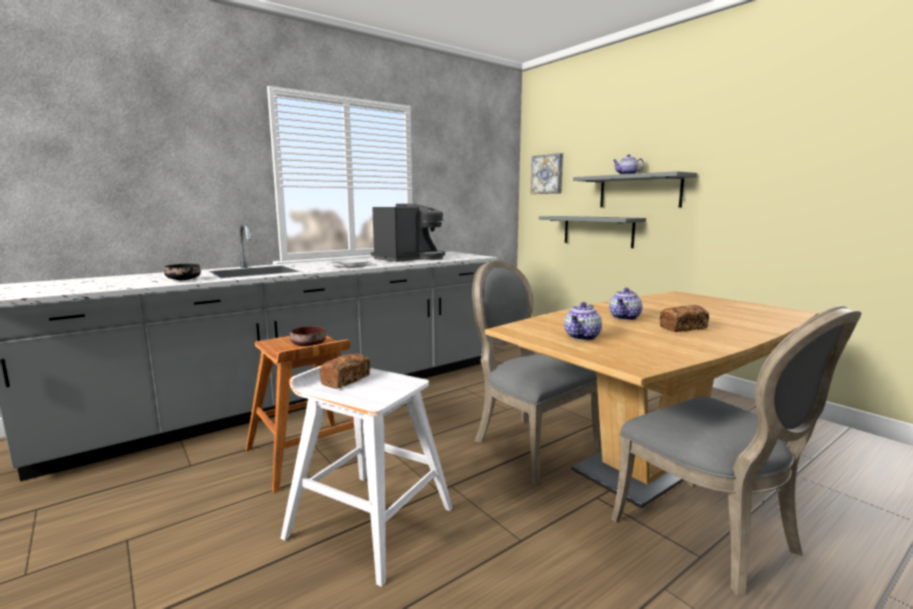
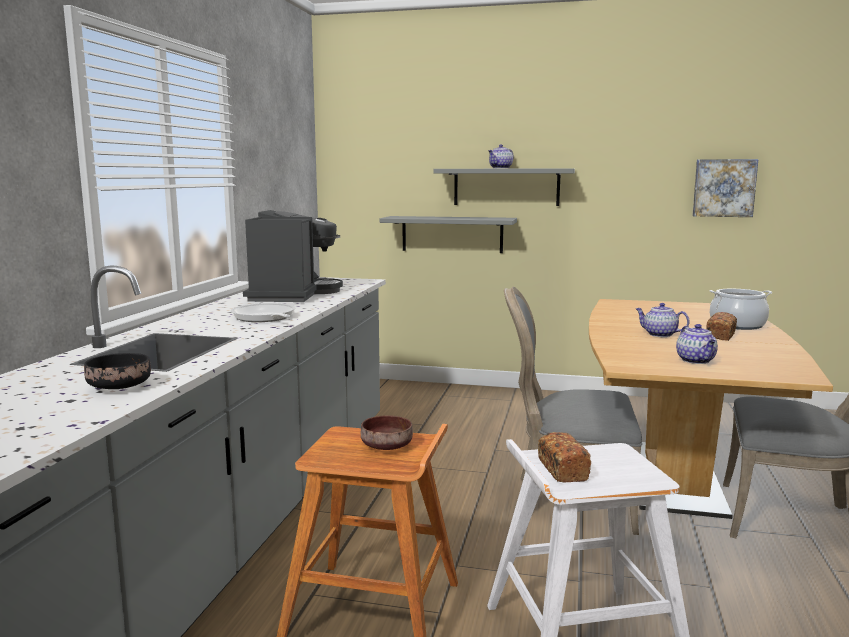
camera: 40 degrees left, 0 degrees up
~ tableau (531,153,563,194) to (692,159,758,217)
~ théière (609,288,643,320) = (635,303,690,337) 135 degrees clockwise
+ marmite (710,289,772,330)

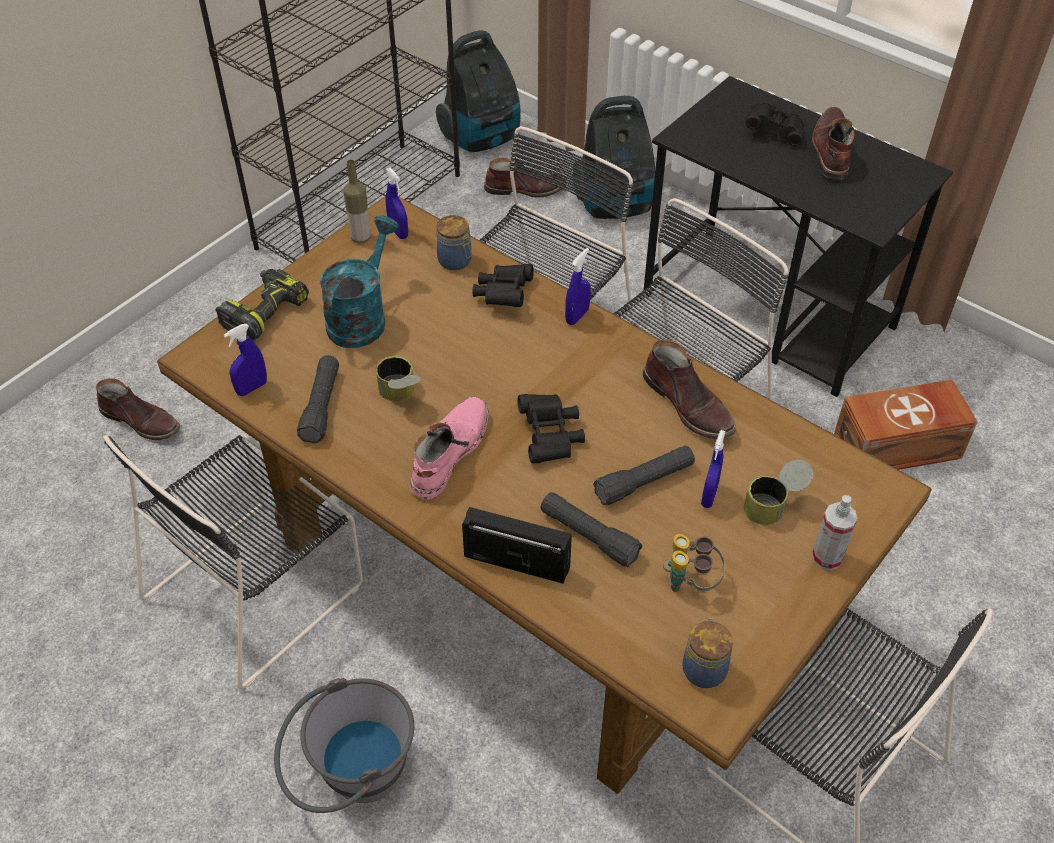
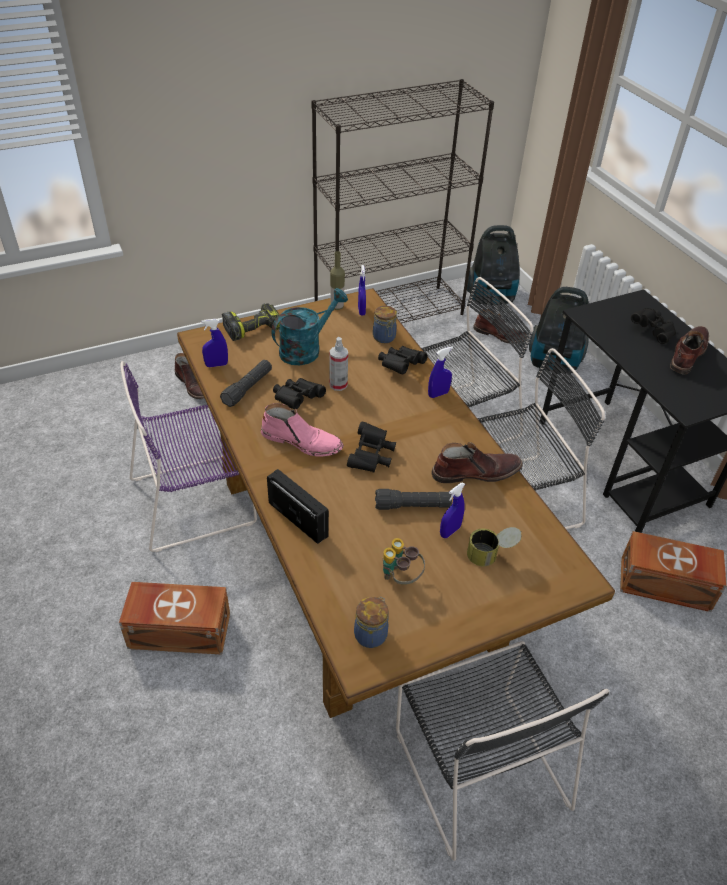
camera: 25 degrees right, 5 degrees down
~ chaise [noir] (103,433,363,689) to chaise [violet] (120,361,257,552)
~ seau [gris] (274,678,414,813) to boîte de rangement [marron] (119,582,230,655)
~ boîte métallique (376,355,421,401) to jumelles [noir] (273,378,326,409)
~ botte [rose] (410,397,489,499) = (261,403,344,457) 60 degrees clockwise
- lampe de poche [noir] (541,492,642,568)
~ botte [marron] (643,340,736,439) = (431,442,523,483) 90 degrees counterclockwise
~ vaporisateur (812,495,858,571) to (329,337,348,391)

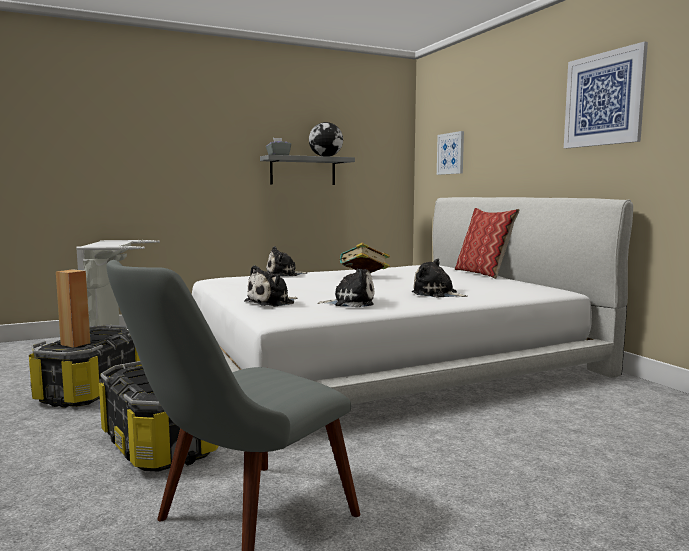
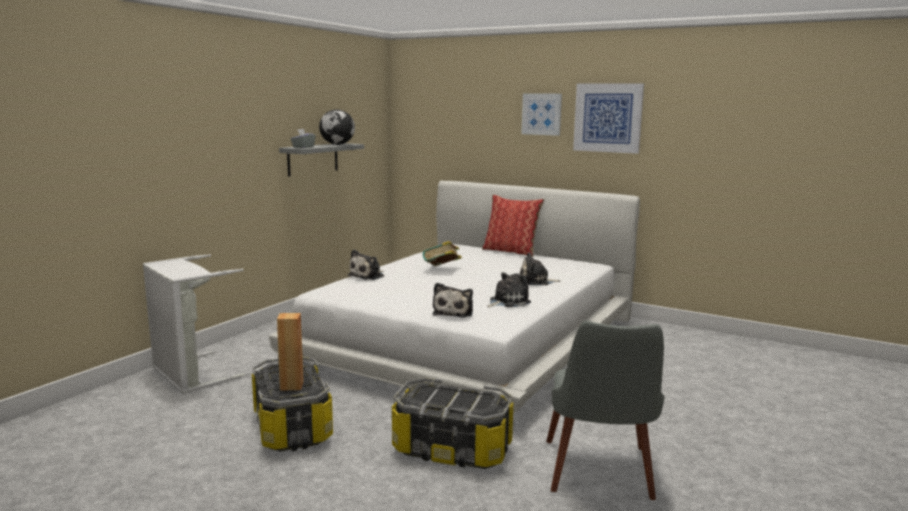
camera: 35 degrees left, 5 degrees up
~ tableau (437,131,464,175) to (521,93,562,136)

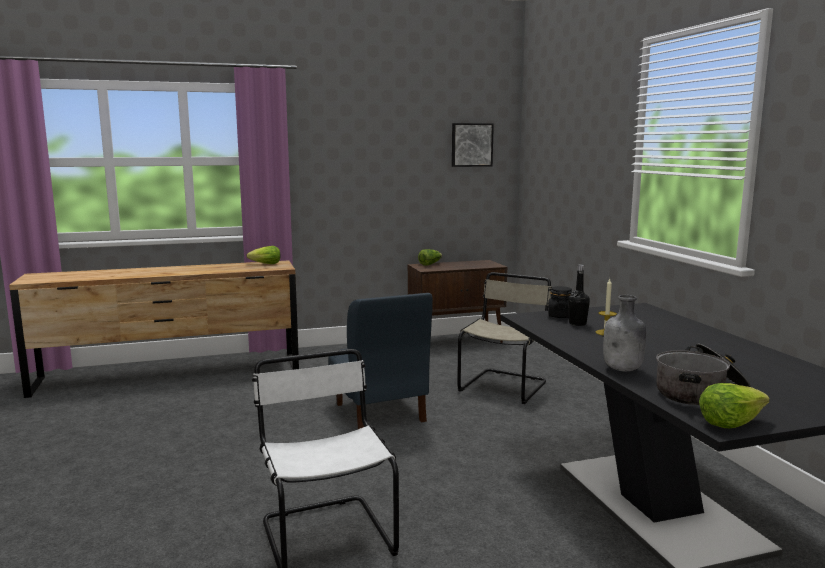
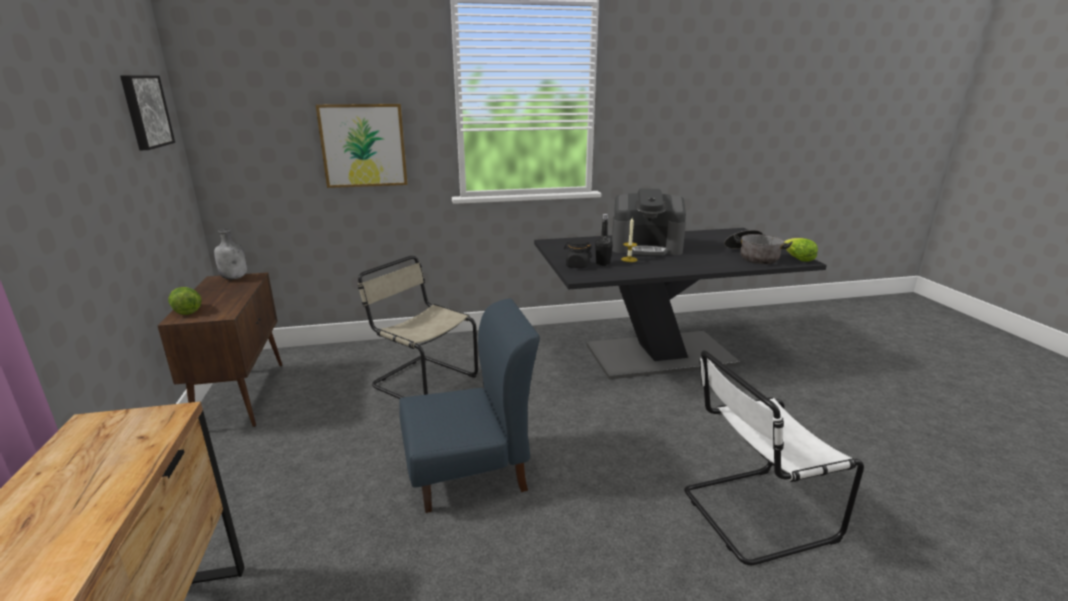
camera: 85 degrees left, 10 degrees up
- laitue (247,246,280,264)
~ bouteille [gris] (603,295,646,371) to (214,229,247,279)
+ tableau (316,104,408,188)
+ machine à café (612,188,686,256)

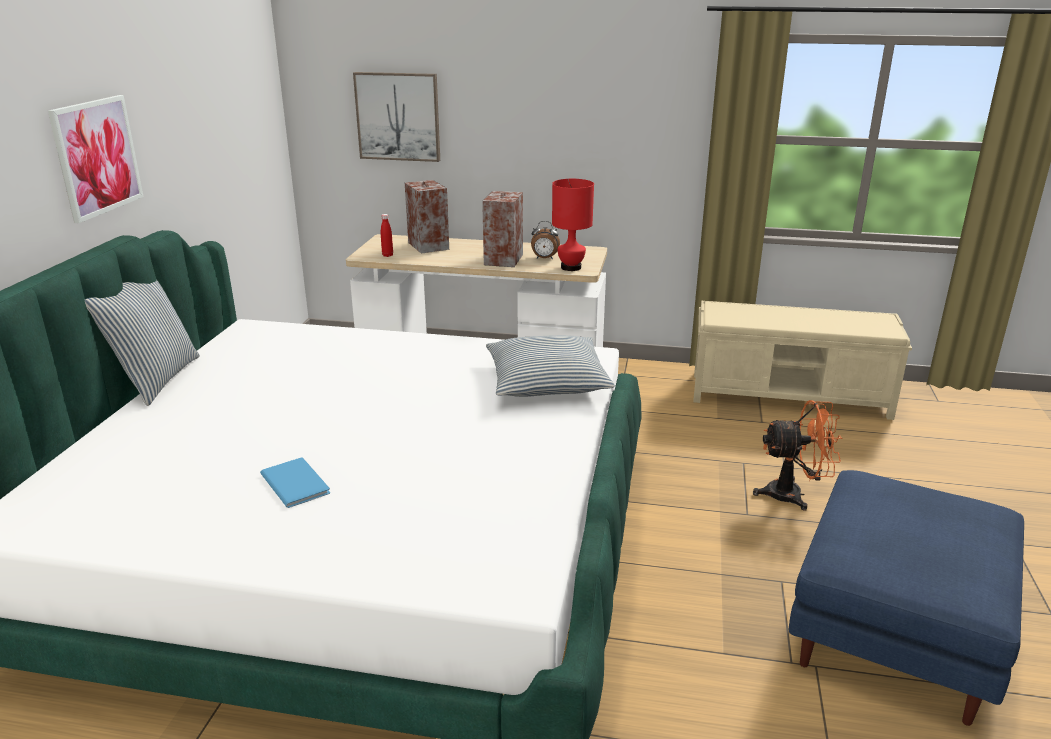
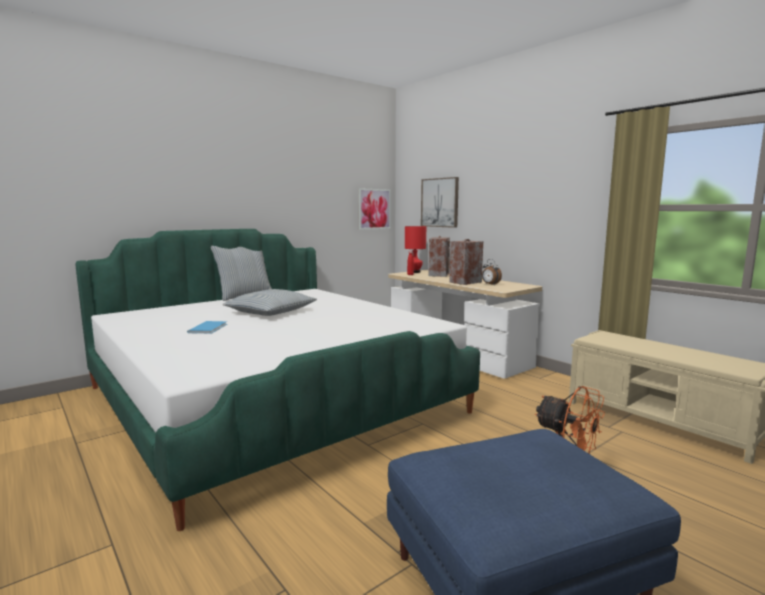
camera: 40 degrees right, 15 degrees down
~ tableau (48,95,144,223) to (358,188,391,230)
~ coussin (486,335,615,397) to (223,289,317,316)
~ lampe de table [rouge] (552,179,594,271) to (405,226,426,273)

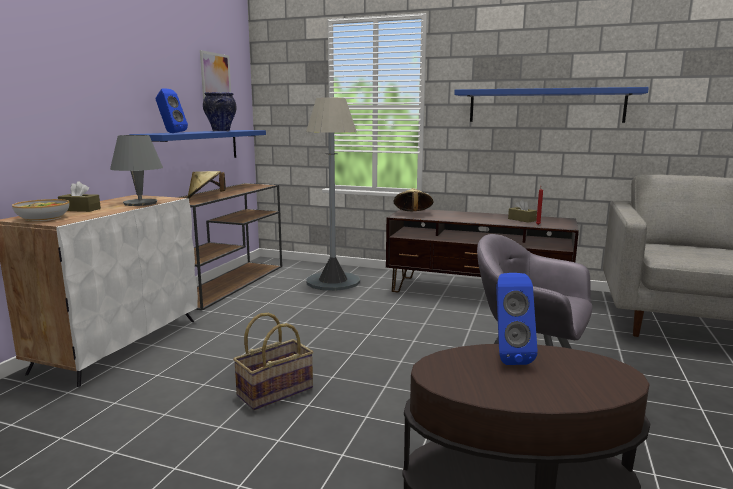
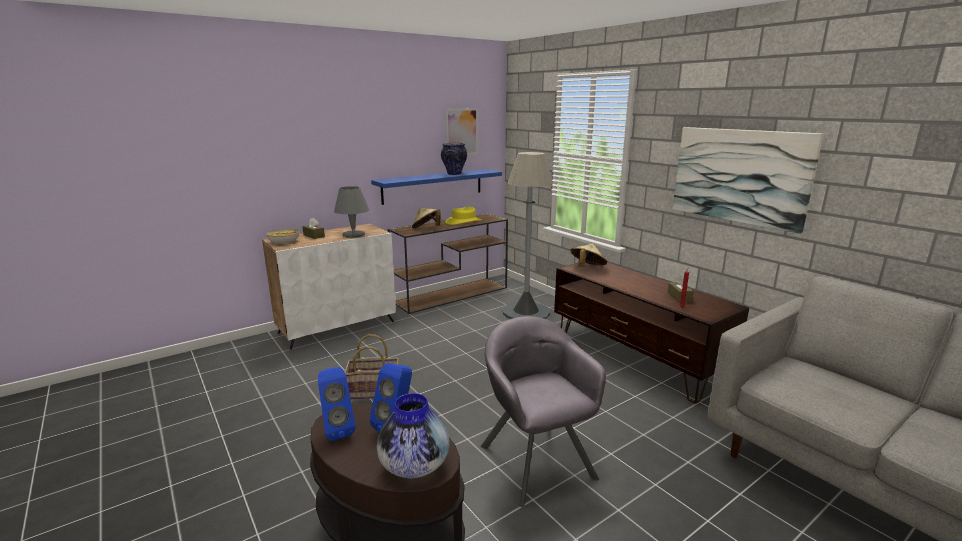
camera: 35 degrees right, 5 degrees up
~ enceinte [bleu] (156,88,188,133) to (318,367,356,441)
~ étagère [bleu] (454,87,649,123) to tableau (673,127,824,234)
+ vase (377,393,449,479)
+ chapeau [jaune] (446,207,481,225)

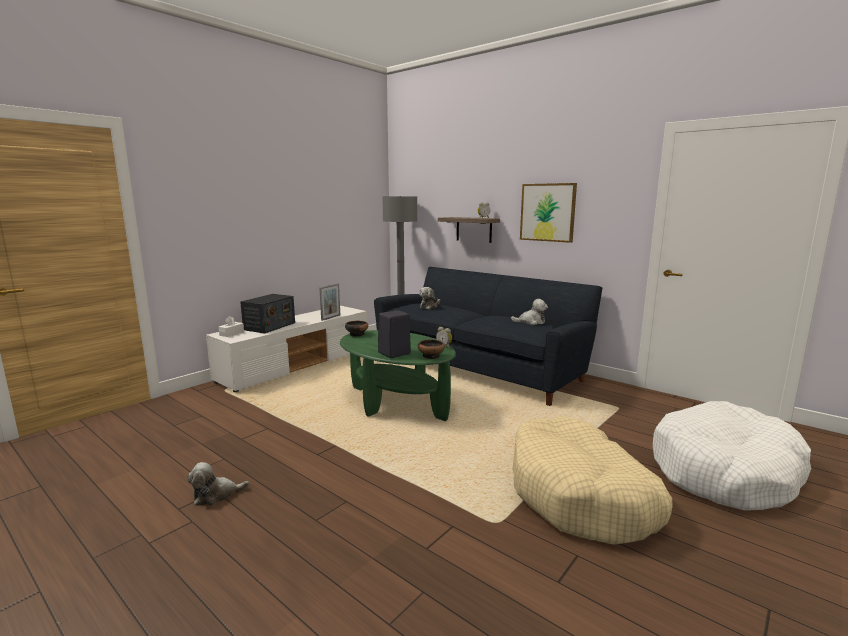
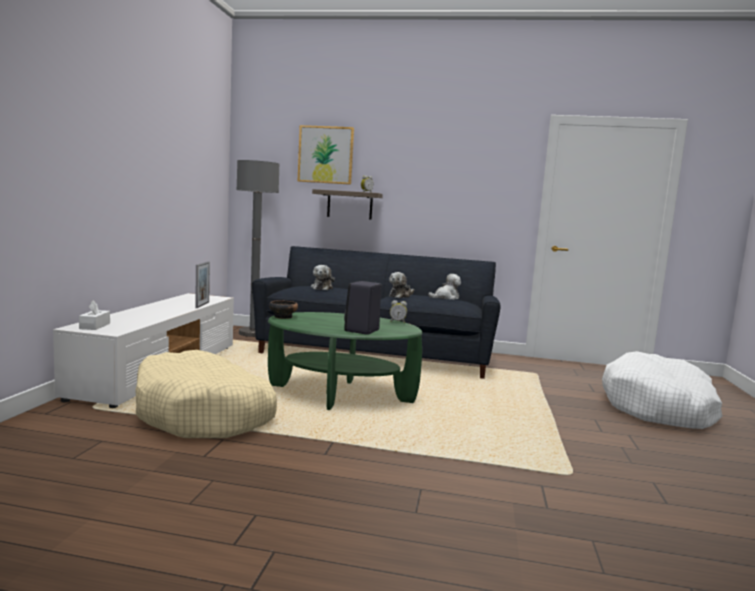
camera: 30 degrees left, 5 degrees down
~ peluche (187,462,250,506) to (389,272,414,298)
- radio (240,294,295,334)
- bol (418,339,445,359)
~ panier pour chien [beige] (513,416,673,545) to (135,350,277,438)
~ tableau (520,183,577,243) to (298,125,354,185)

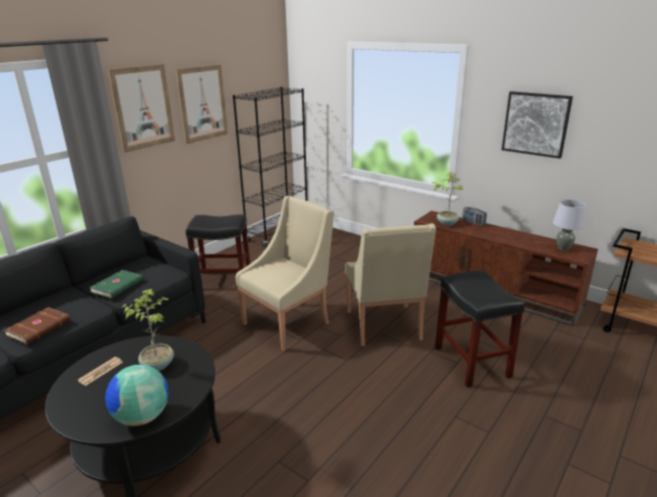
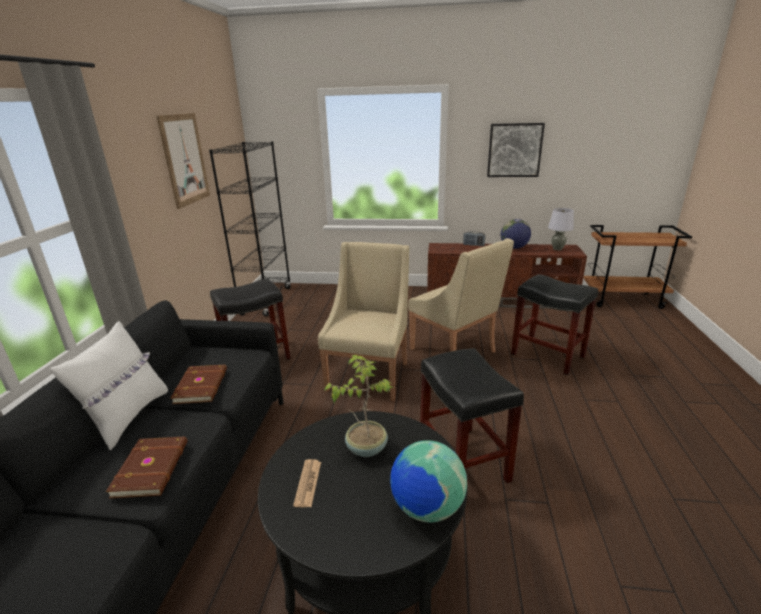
camera: 30 degrees left, 0 degrees up
~ livre [vert] (89,270,144,298) to livre [marron] (171,365,227,404)
- tableau (108,64,175,153)
- plante en pot (432,172,464,226)
+ coussin [blanc] (50,321,168,450)
+ tabouret [noir] (420,348,524,483)
+ globe (501,219,531,249)

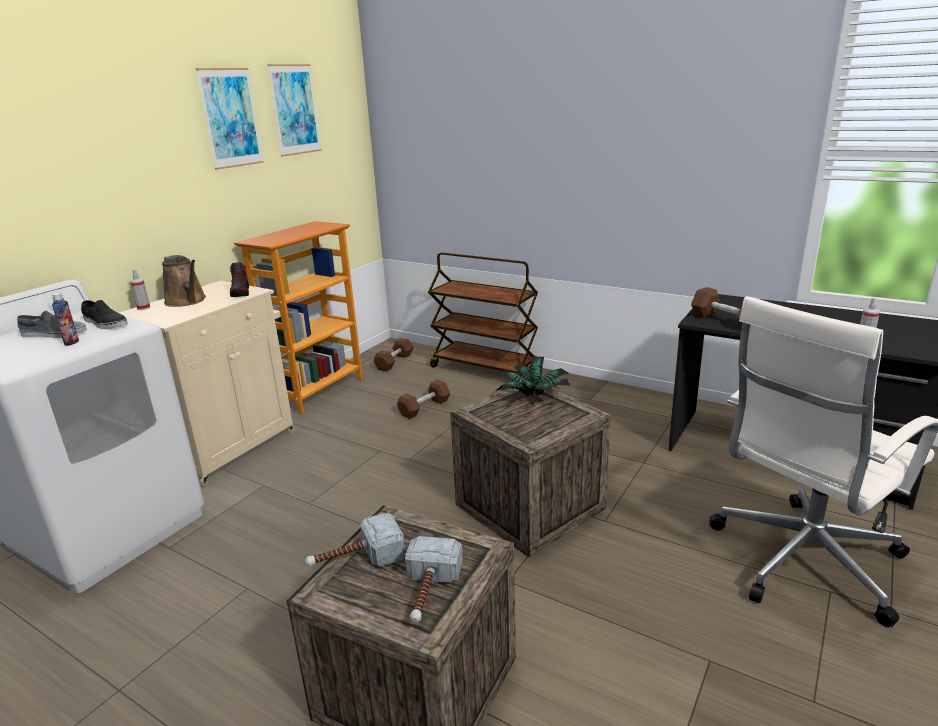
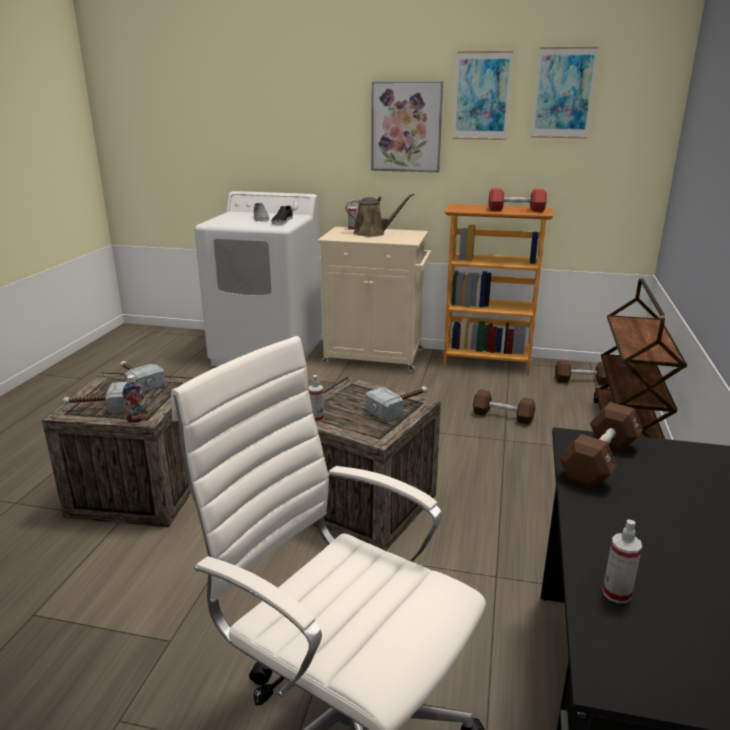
camera: 70 degrees right, 0 degrees up
~ bouteille (52,293,79,346) to (122,375,147,423)
~ arrosoir [marron] (162,255,206,307) = (346,193,414,237) 120 degrees counterclockwise
- chaussure (230,263,249,297)
~ plante en pot (496,356,571,396) to marteau (365,386,427,421)
+ vaporisateur (308,375,324,422)
+ tableau (371,81,443,172)
+ haltère [rouge] (488,188,547,212)

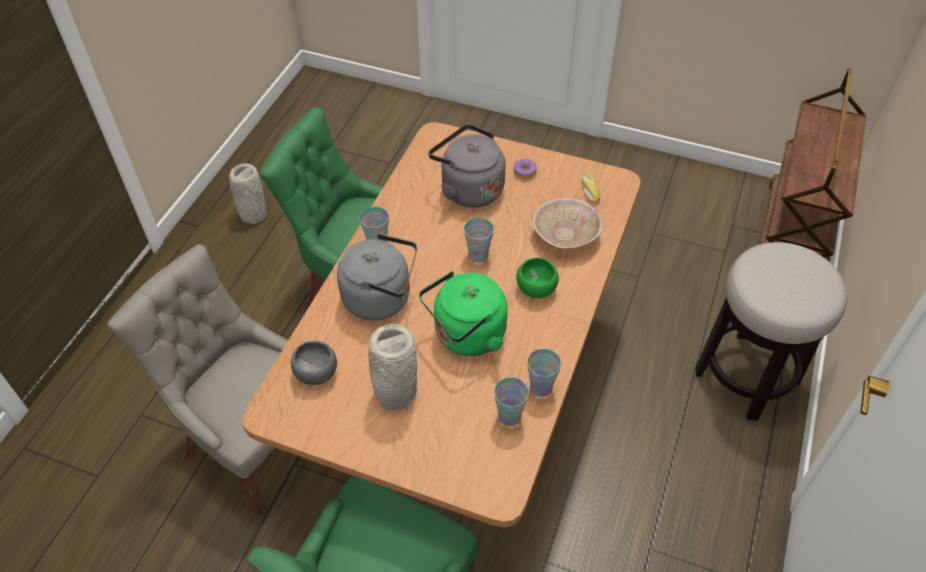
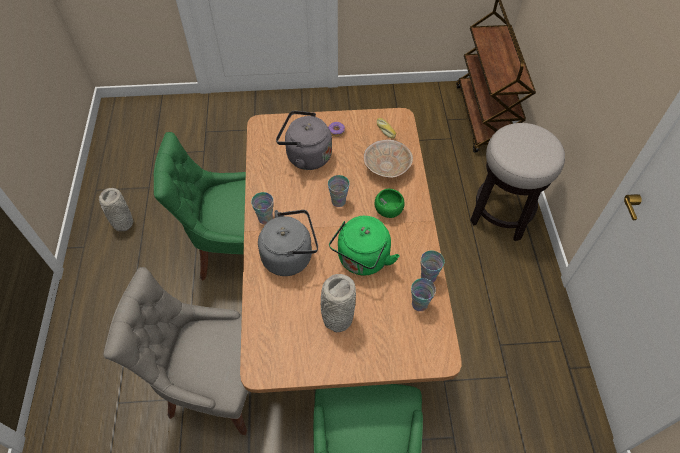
camera: 25 degrees left, 5 degrees up
- bol [gris] (291,341,337,385)

